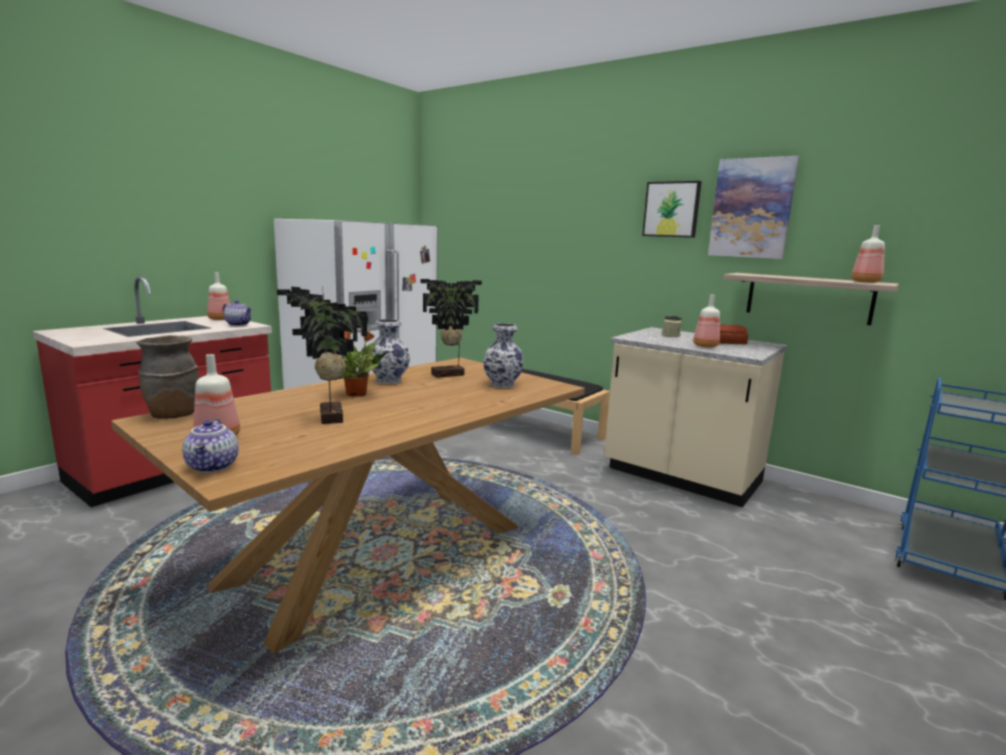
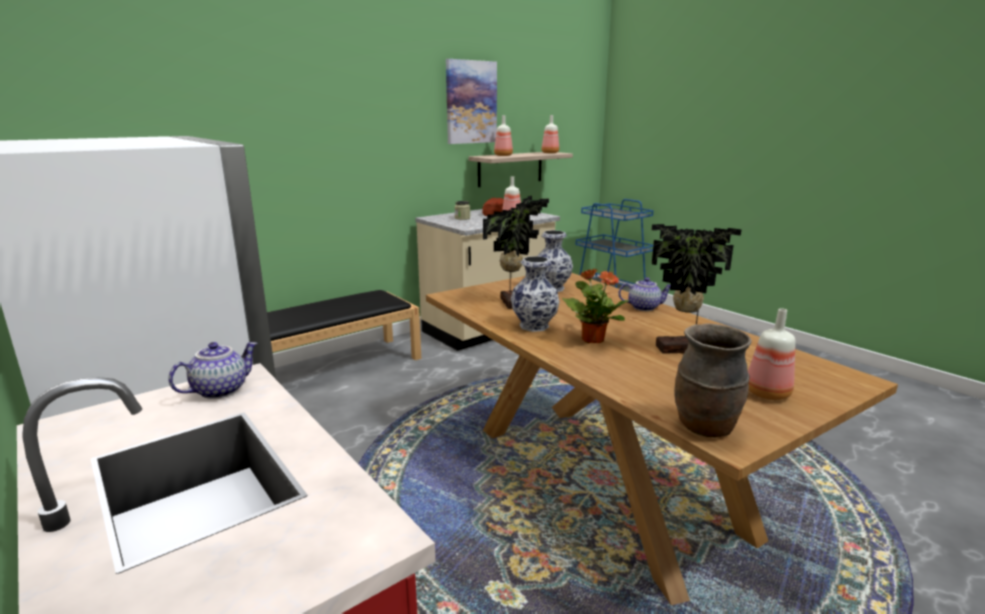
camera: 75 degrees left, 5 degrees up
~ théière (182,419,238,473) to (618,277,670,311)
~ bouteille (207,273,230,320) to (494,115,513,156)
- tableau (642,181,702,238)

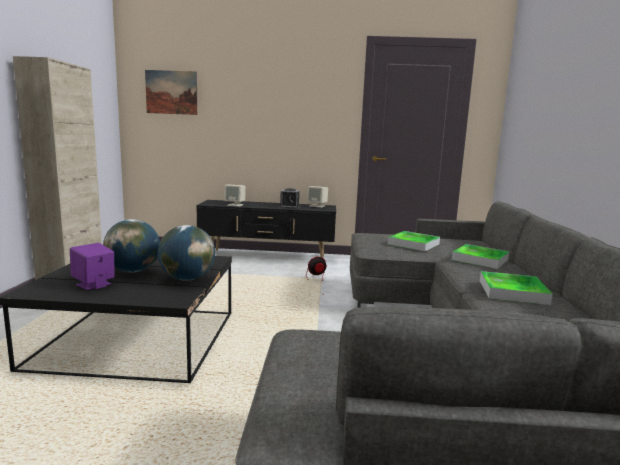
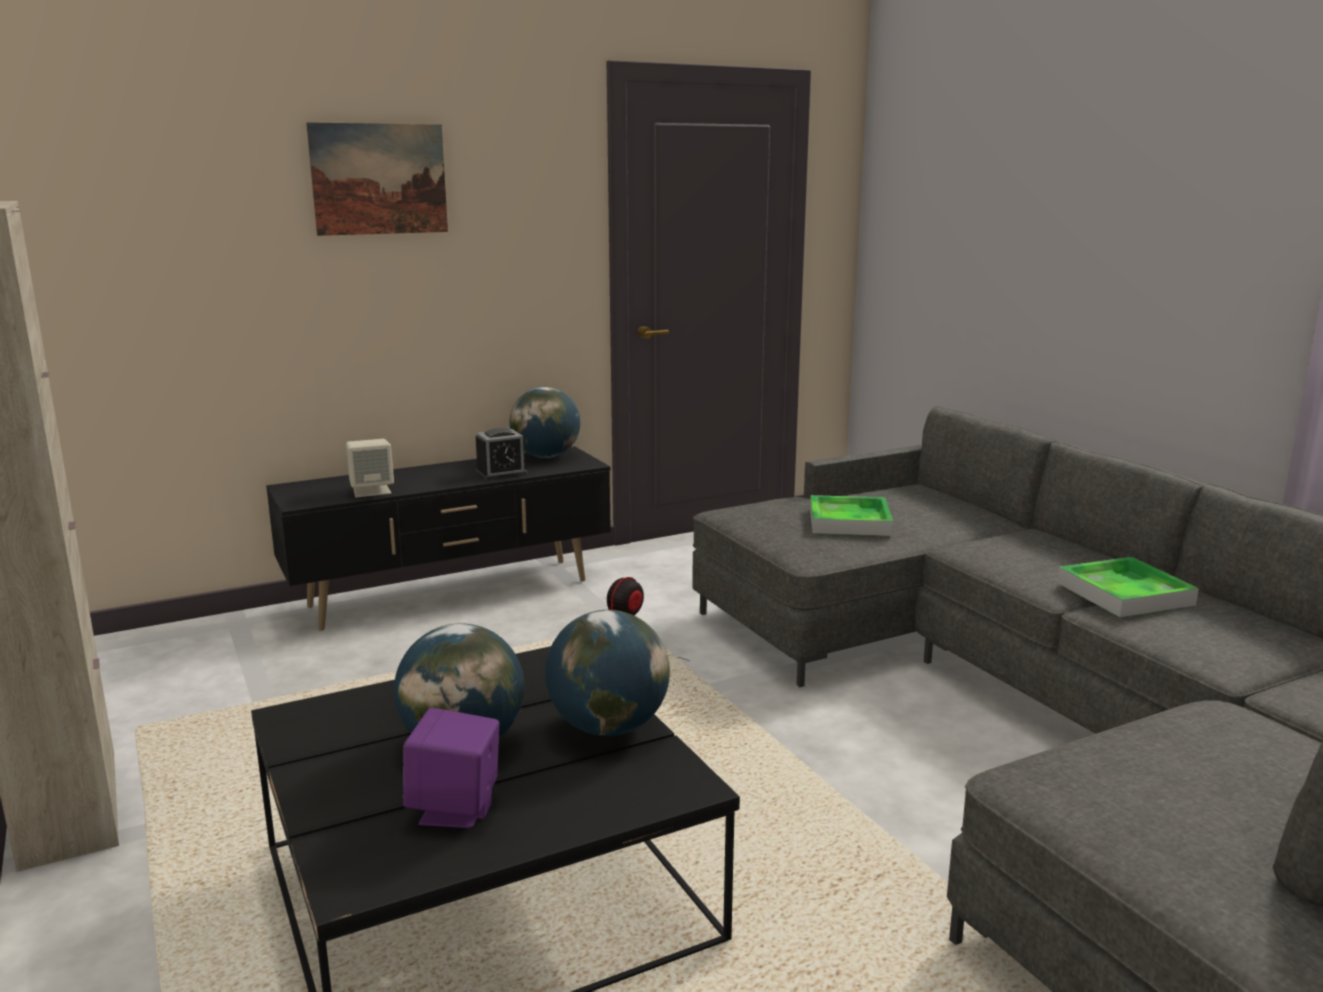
camera: 30 degrees left, 5 degrees up
~ tableau (145,70,198,115) to (306,122,448,236)
~ enceinte [beige] (307,186,328,208) to globe (509,387,580,458)
- plateau (452,244,509,269)

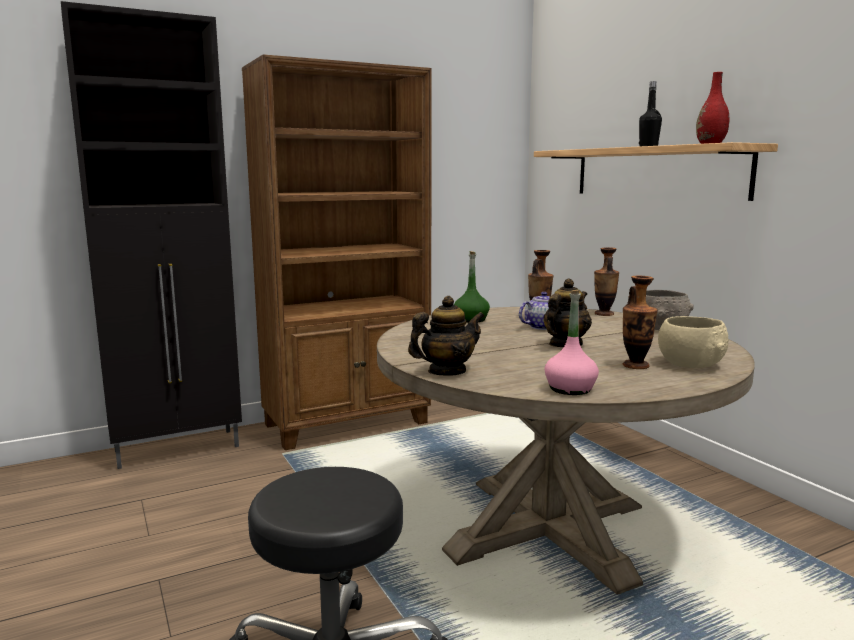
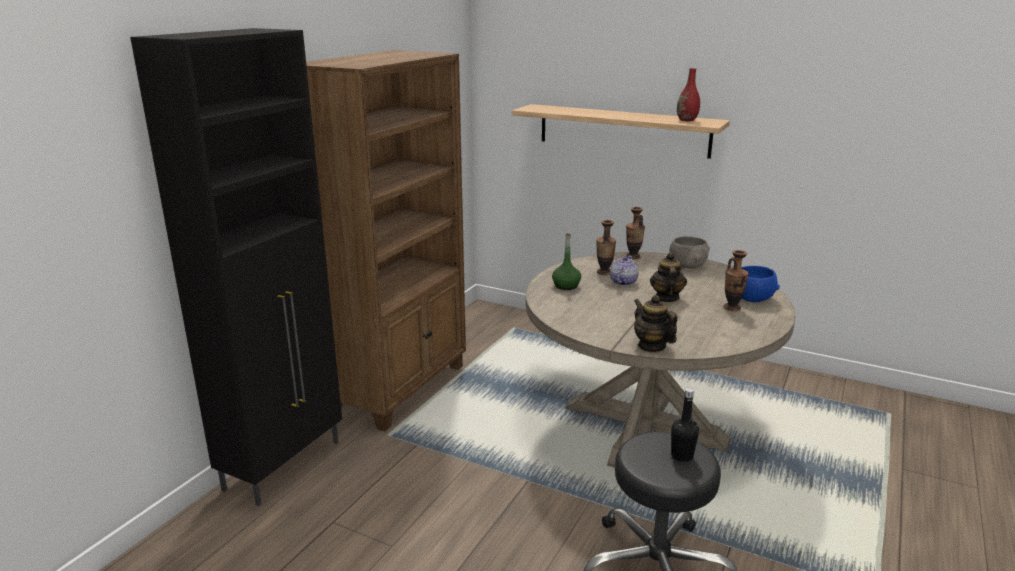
camera: 35 degrees left, 10 degrees up
~ théière (408,296,484,375) = (634,295,677,352) 60 degrees counterclockwise
- bouteille [rose] (544,290,599,395)
~ bouteille [noir] (639,81,662,146) to (671,388,699,462)
~ bol [beige] (658,316,729,368) to bol [bleu] (741,266,780,302)

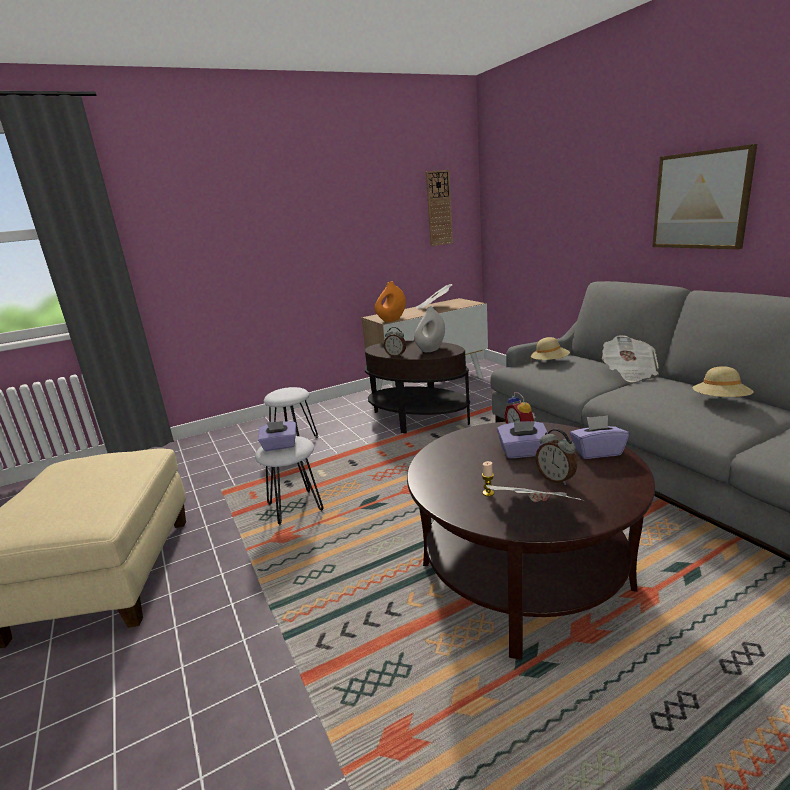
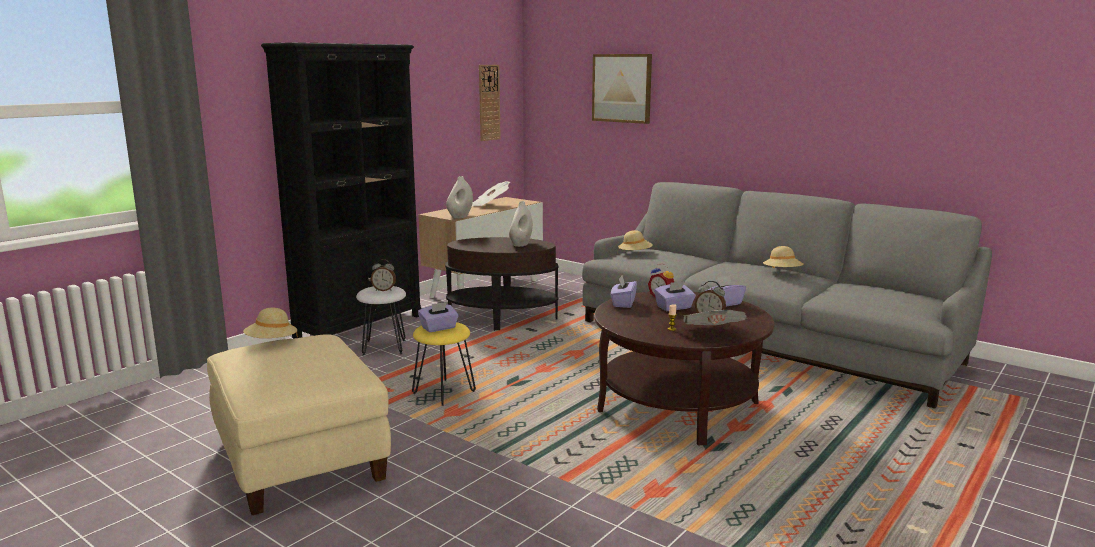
camera: 25 degrees left, 5 degrees down
~ tabouret [blanc] (255,436,323,526) to tabouret [jaune] (412,322,476,406)
~ vase [orange] (374,281,406,322) to vase [blanc] (446,176,473,219)
~ réveil (384,327,406,357) to (371,259,396,291)
- journal (602,335,659,382)
~ tableau (652,144,757,249) to (592,54,652,124)
+ chapeau [beige] (243,308,298,338)
+ bibliothèque [noir] (261,42,421,338)
+ boîte à mouchoirs [violet] (611,275,637,308)

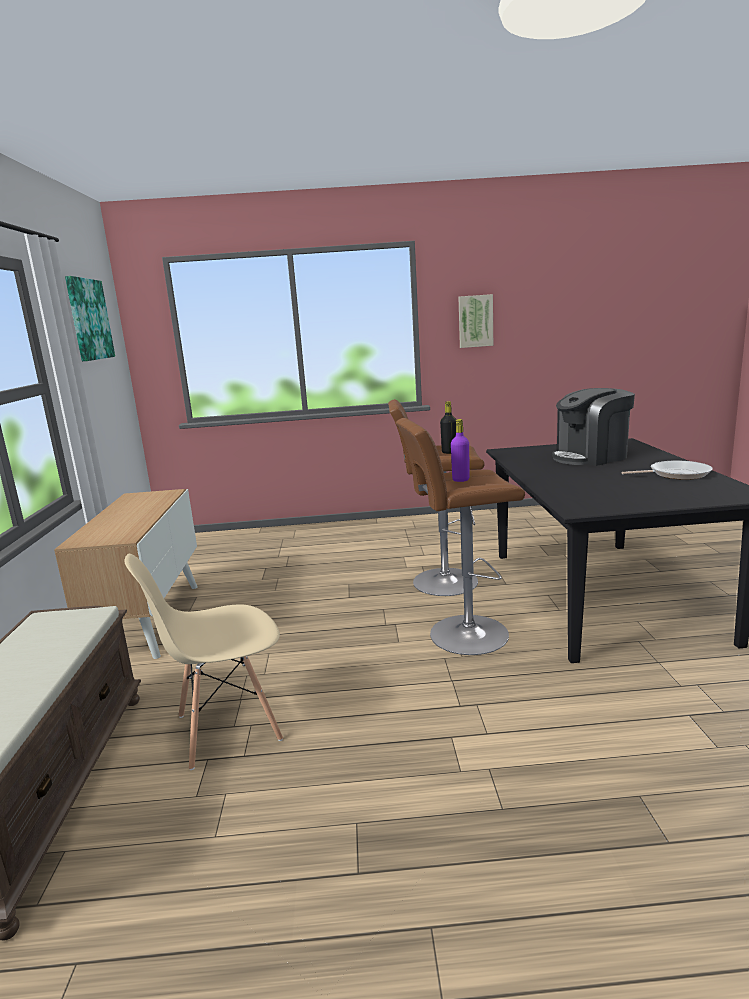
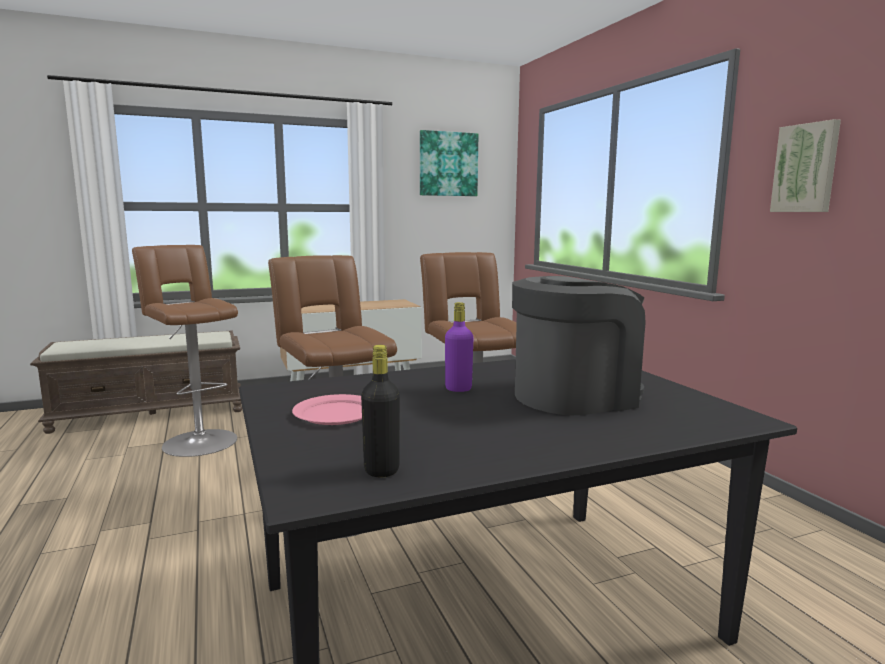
camera: 70 degrees right, 5 degrees down
~ chaise [beige] (124,554,283,770) to tabouret [marron] (132,245,238,457)
~ bouteille [noir] (440,401,456,454) to (361,345,400,477)
~ bouteille [violet] (451,419,470,482) to (445,302,474,392)
~ machine à café (552,388,635,466) = (512,276,646,415) 105 degrees clockwise
- poêle (622,461,712,480)
+ assiette [rose] (292,394,362,425)

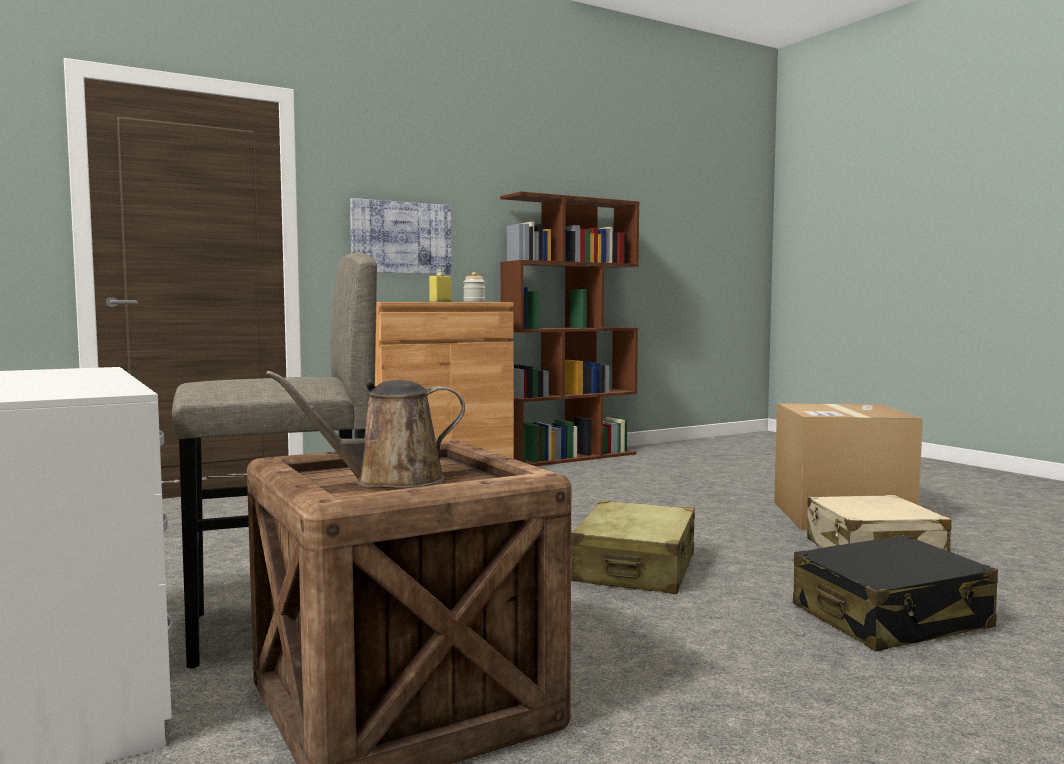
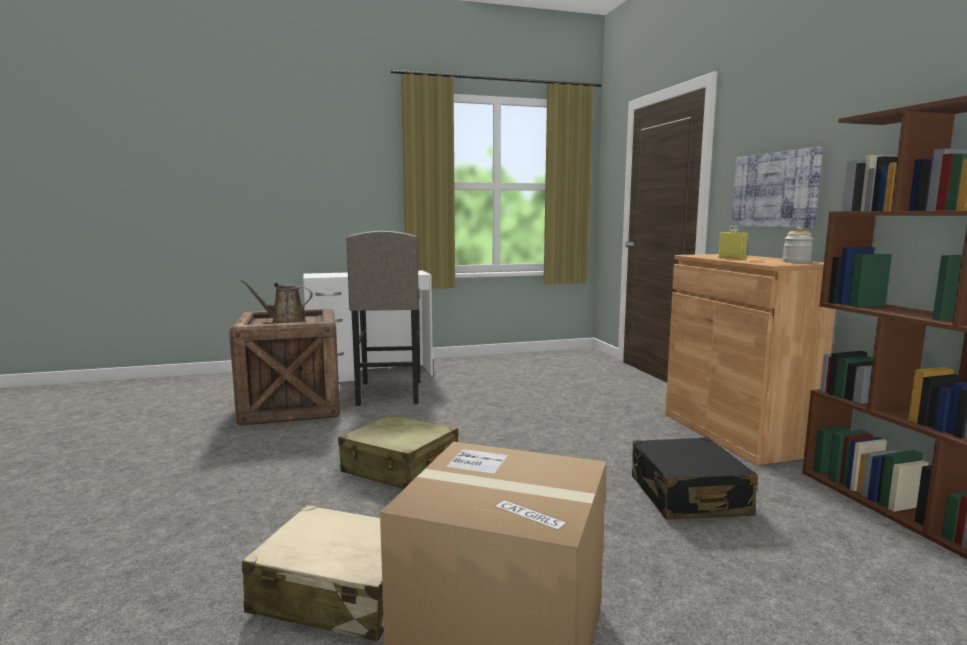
camera: 105 degrees right, 5 degrees up
~ arrosoir [marron] (266,371,465,489) = (240,279,313,323) 90 degrees counterclockwise
~ valise [noir] (793,535,998,651) to (632,438,758,520)

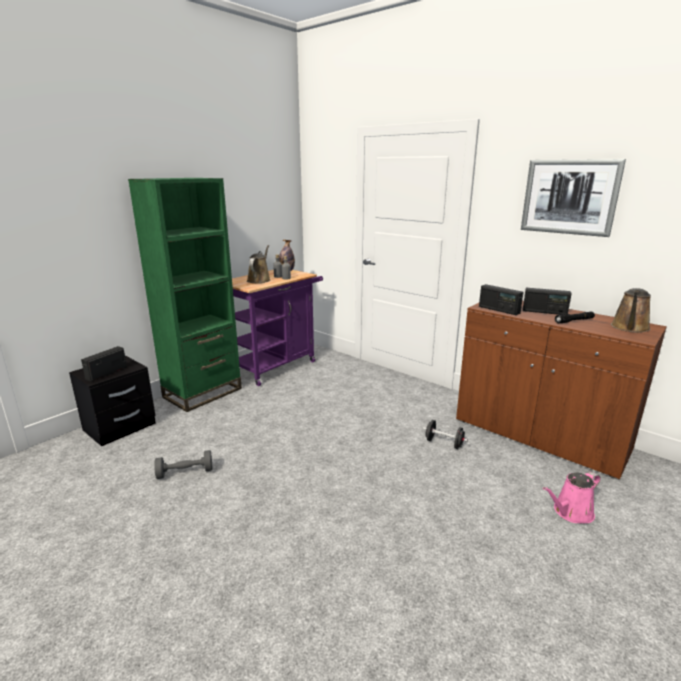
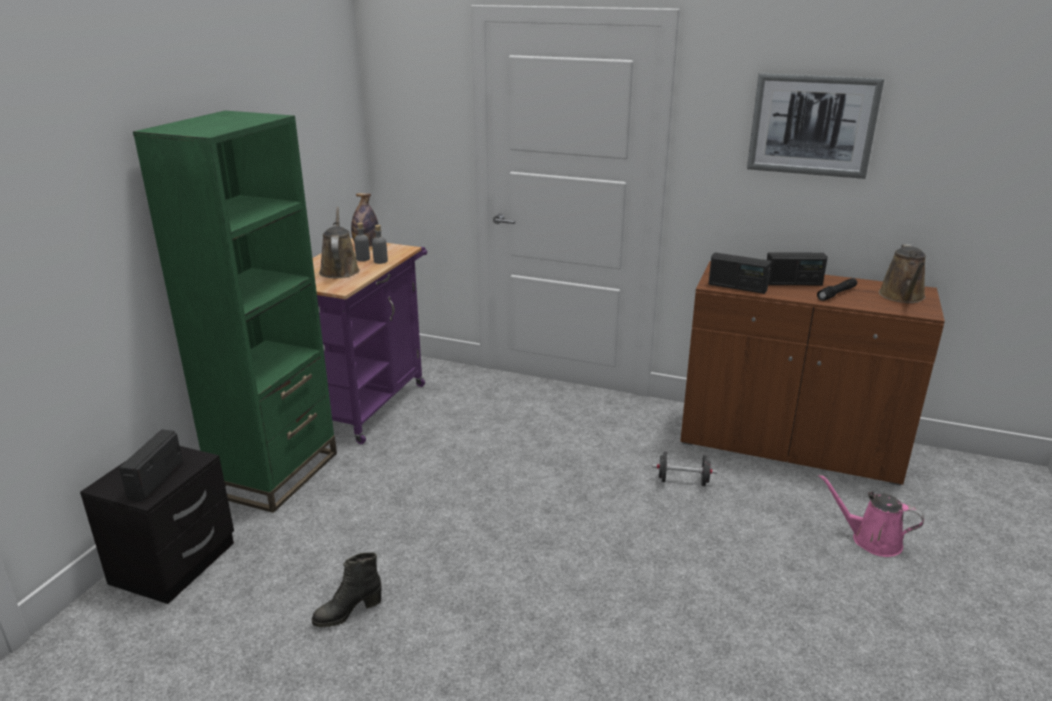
camera: 20 degrees left, 5 degrees up
~ haltère [gris] (154,450,212,479) to botte [noir] (312,553,382,627)
~ arrosoir [rose] (543,472,601,523) = (819,474,924,557) 75 degrees clockwise

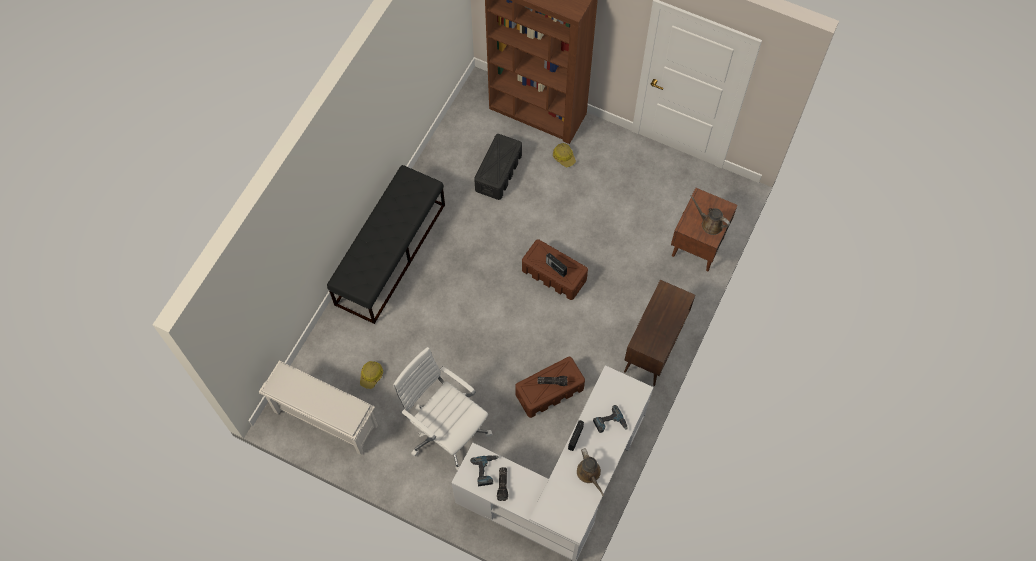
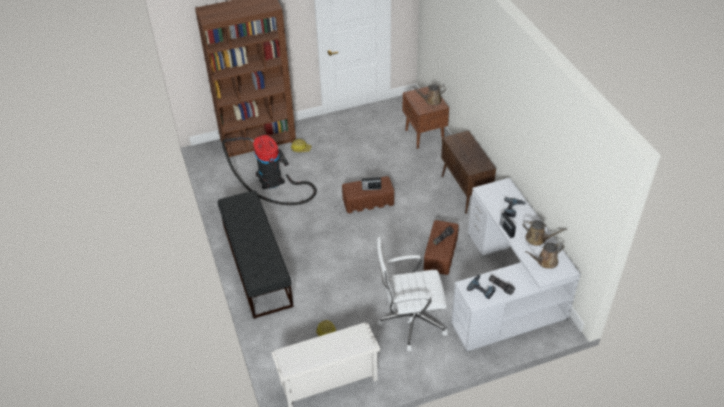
camera: 45 degrees left, 20 degrees down
~ boîte de rangement [noir] (474,134,522,200) to aspirateur (222,135,317,205)
+ arrosoir [marron] (525,243,564,269)

